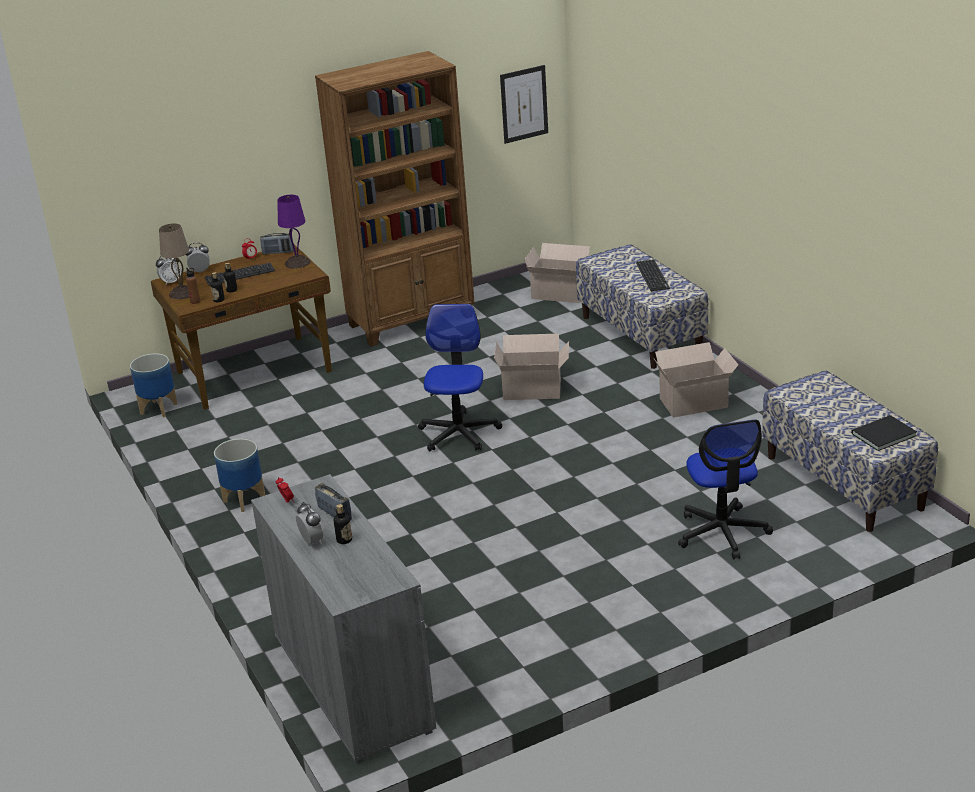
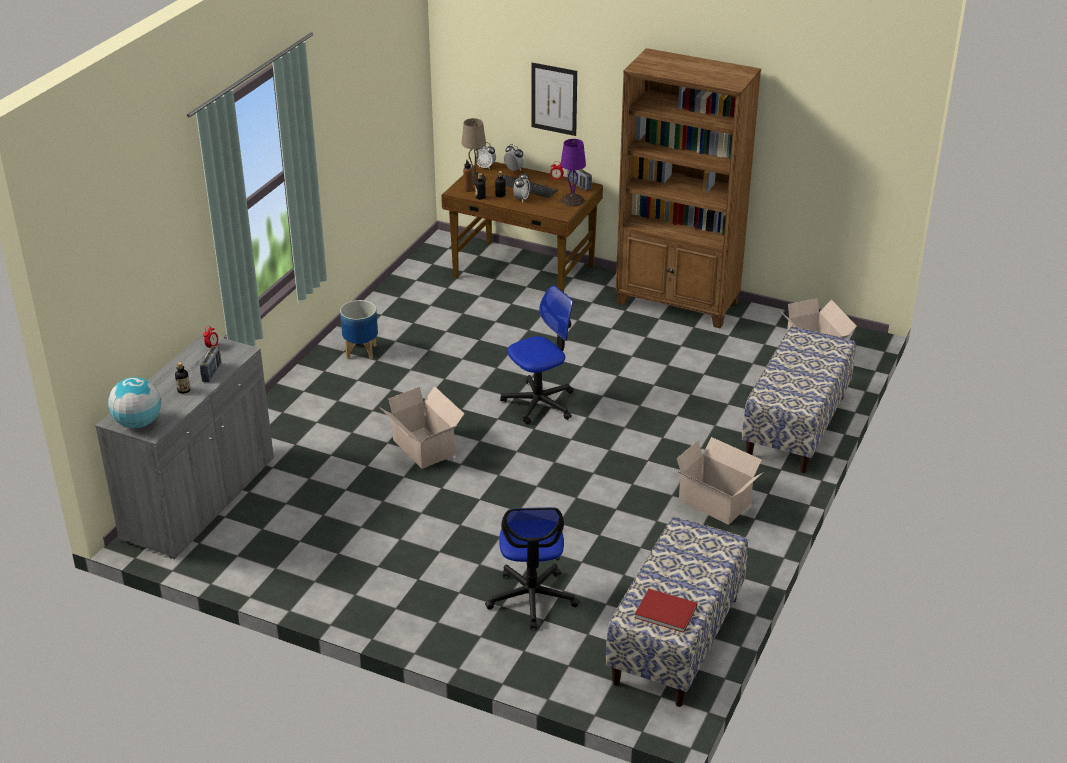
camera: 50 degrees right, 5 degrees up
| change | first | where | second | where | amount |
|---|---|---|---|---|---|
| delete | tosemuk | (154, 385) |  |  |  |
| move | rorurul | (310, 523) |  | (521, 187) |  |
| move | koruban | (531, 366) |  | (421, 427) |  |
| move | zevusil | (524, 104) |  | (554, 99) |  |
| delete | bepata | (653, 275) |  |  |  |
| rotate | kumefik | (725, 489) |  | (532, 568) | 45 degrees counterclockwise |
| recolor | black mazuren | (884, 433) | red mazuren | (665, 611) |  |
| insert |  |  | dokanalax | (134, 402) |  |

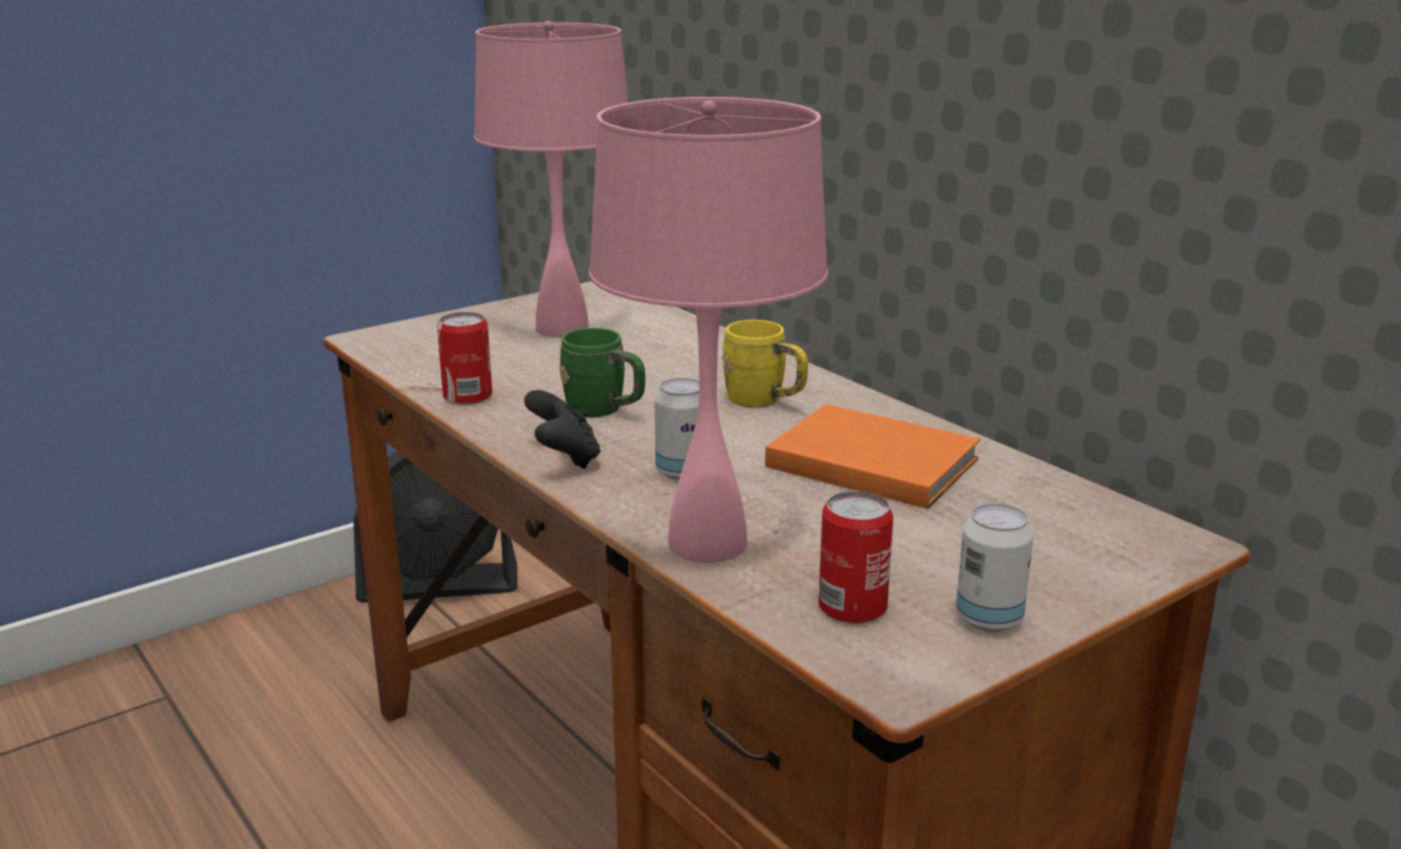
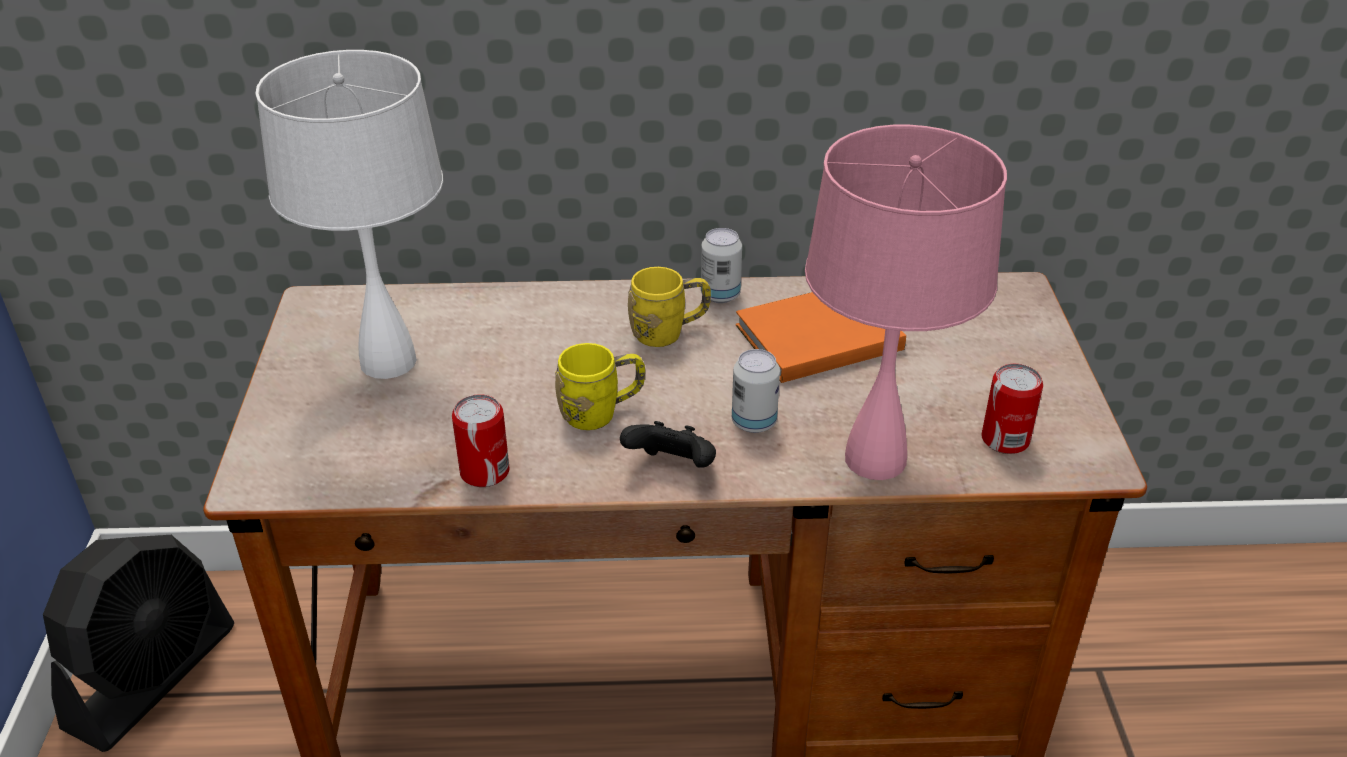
camera: 55 degrees left, 15 degrees up
| change | first | where | second | where | amount |
|---|---|---|---|---|---|
| recolor | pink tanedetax | (551, 179) | white tanedetax | (349, 214) |  |
| recolor | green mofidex | (602, 372) | yellow mofidex | (600, 386) |  |
| move | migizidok | (994, 567) |  | (721, 265) |  |

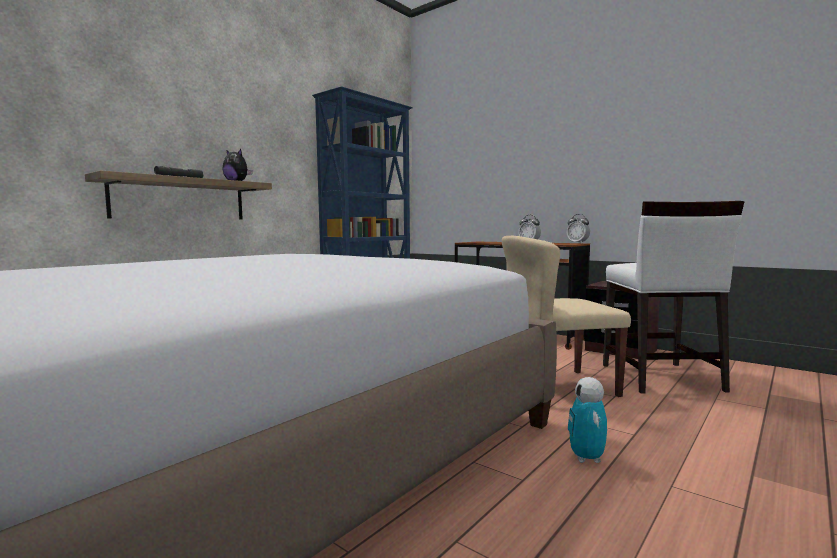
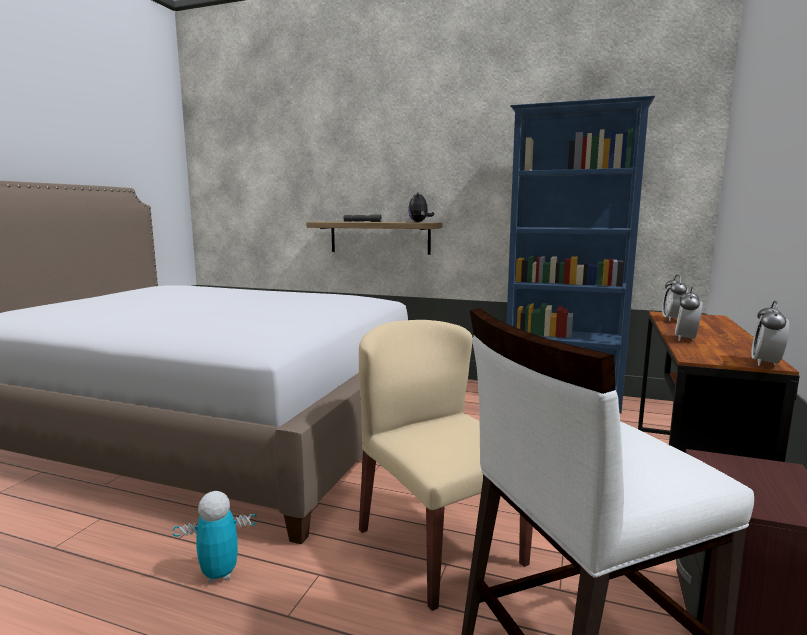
camera: 70 degrees right, 5 degrees up
| change | first | where | second | where | amount |
|---|---|---|---|---|---|
| insert |  |  | rorurul | (675, 298) |  |

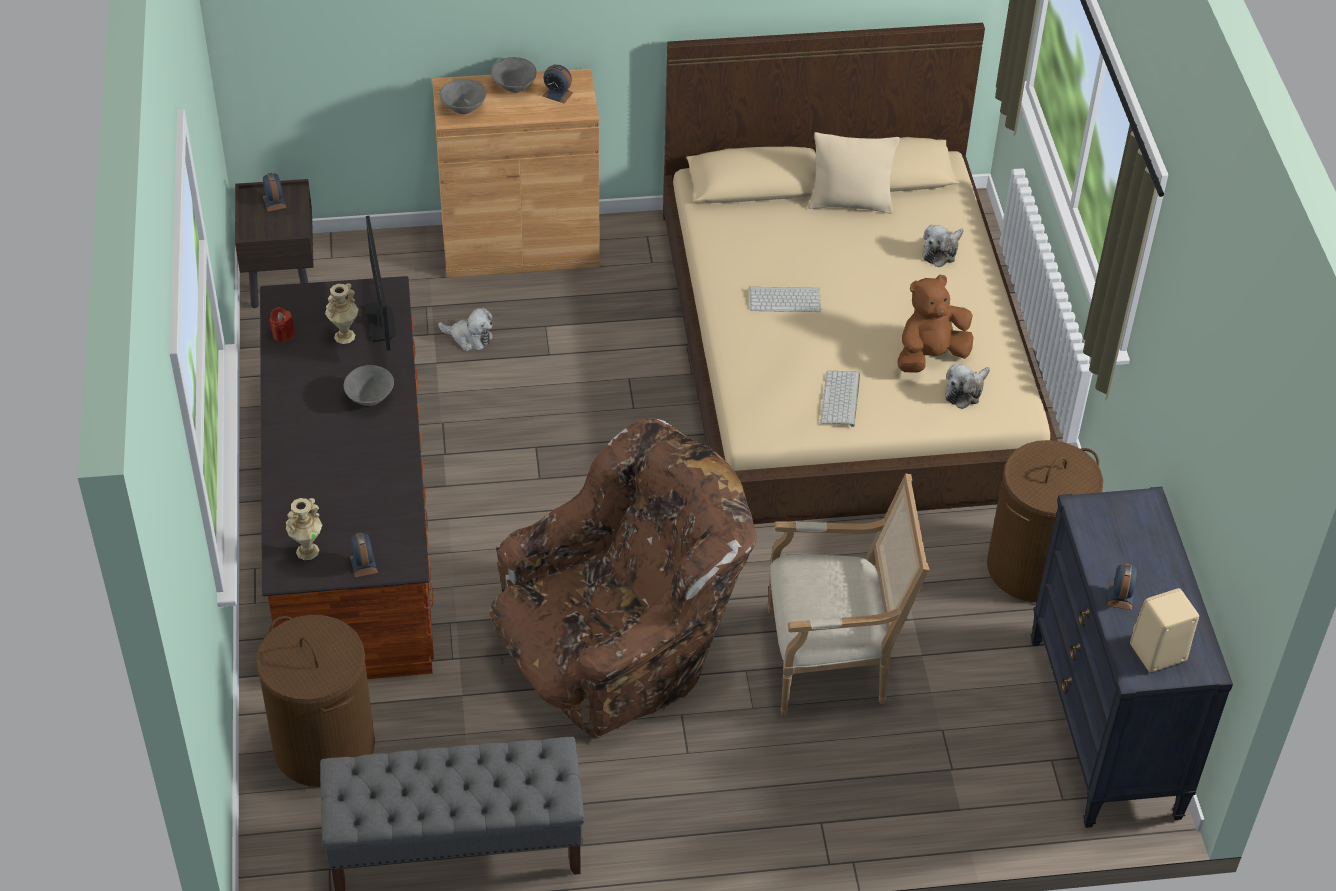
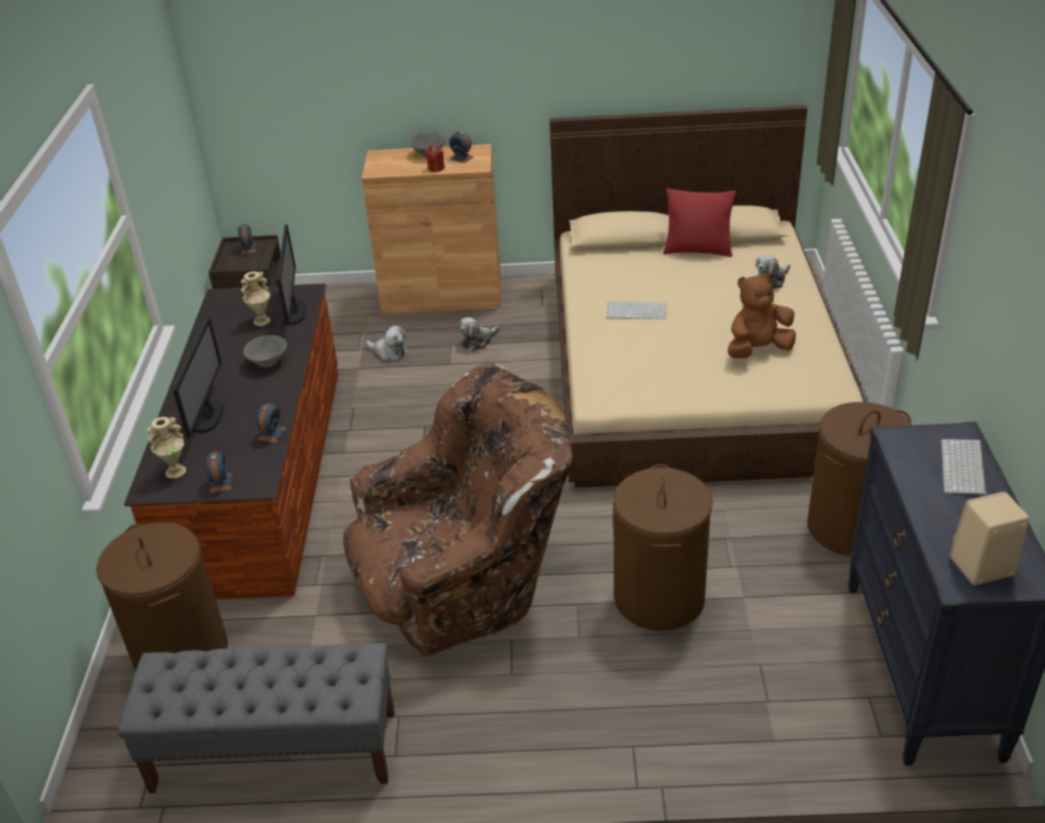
camera: 10 degrees right, 10 degrees down
| change | first | where | second | where | amount |
|---|---|---|---|---|---|
| move | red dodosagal | (282, 324) |  | (435, 158) |  |
| delete | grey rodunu | (463, 96) |  |  |  |
| replace | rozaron | (848, 594) | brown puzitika | (663, 547) |  |
| recolor | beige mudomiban | (854, 173) | red mudomiban | (699, 222) |  |
| move | bepata | (840, 399) |  | (964, 468) |  |
| move | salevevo | (967, 386) |  | (480, 334) |  |
| move | rorurul | (1122, 587) |  | (271, 423) |  |
| insert |  |  | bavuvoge | (198, 377) |  |

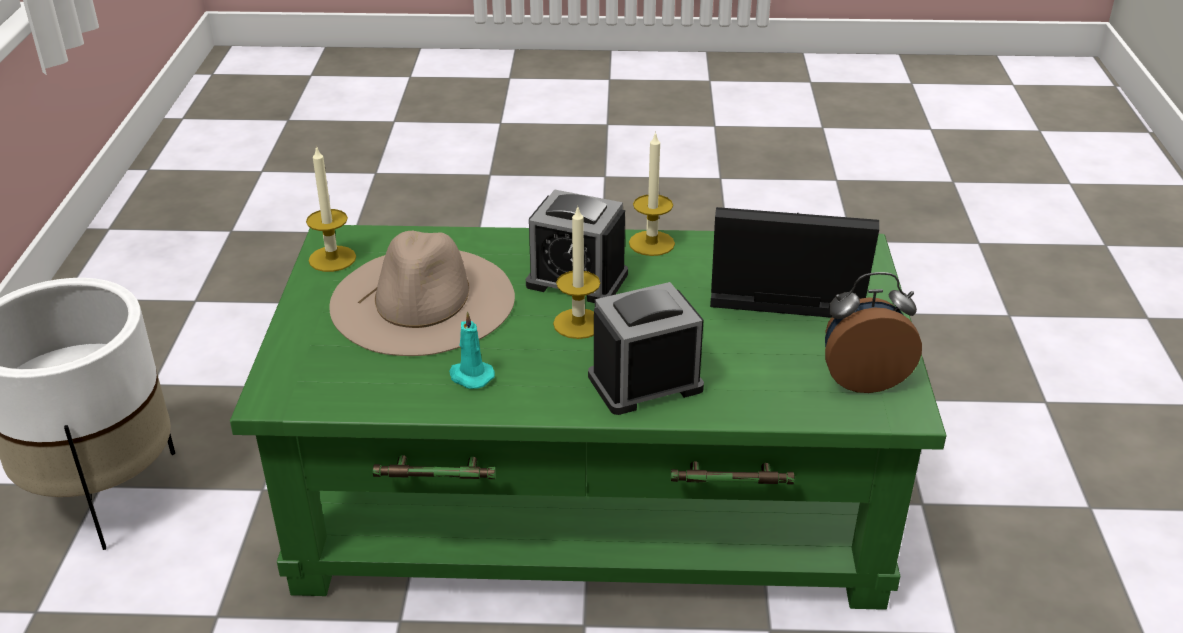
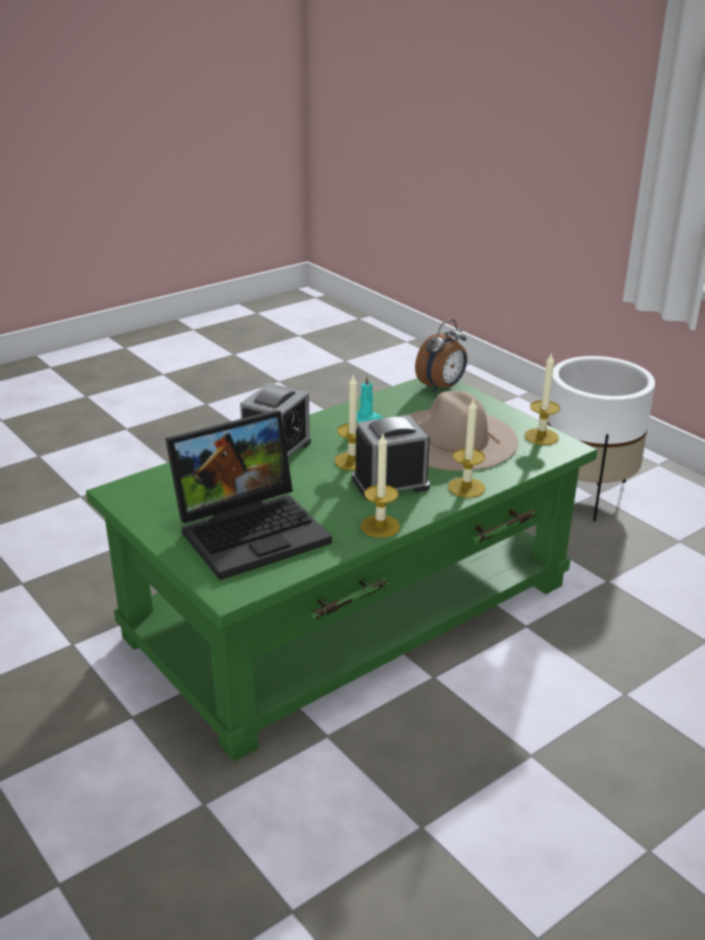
camera: 140 degrees right, 5 degrees down
| change | first | where | second | where | amount |
|---|---|---|---|---|---|
| move | rorurul | (873, 332) |  | (441, 356) |  |
| insert |  |  | dodosagal | (466, 448) |  |

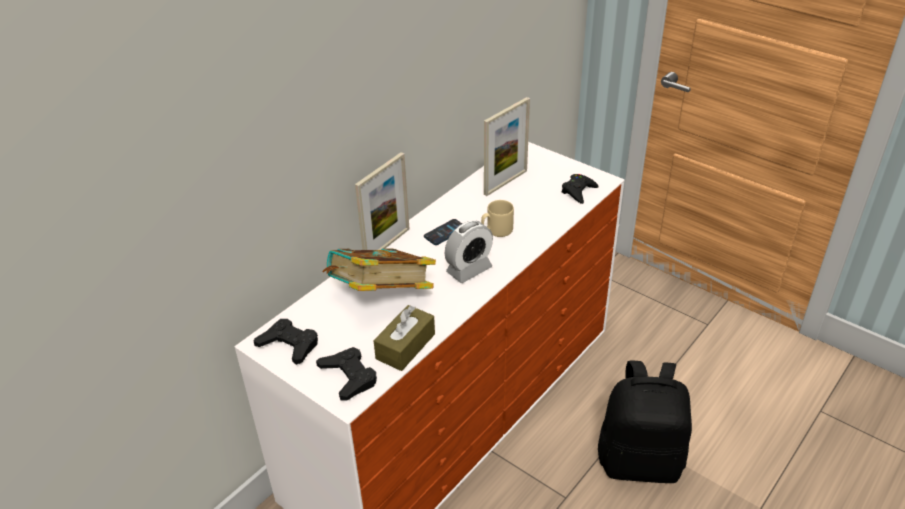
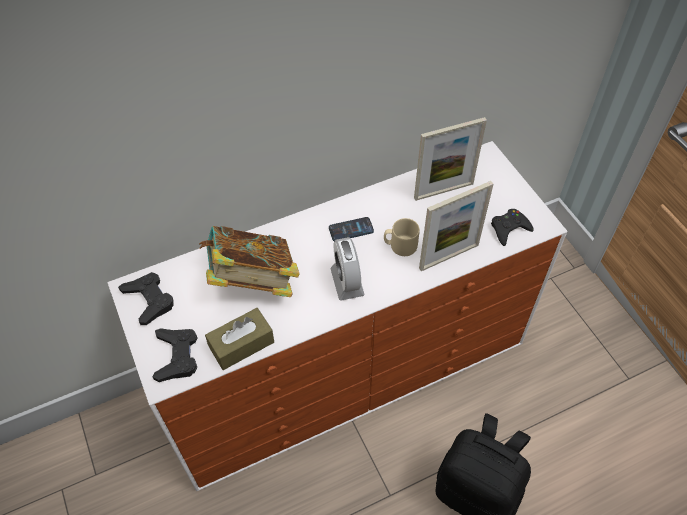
camera: 25 degrees right, 15 degrees up
| change | first | where | second | where | amount |
|---|---|---|---|---|---|
| move | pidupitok | (382, 201) |  | (456, 226) |  |
| rotate | rorurul | (469, 251) |  | (347, 269) | 90 degrees clockwise |

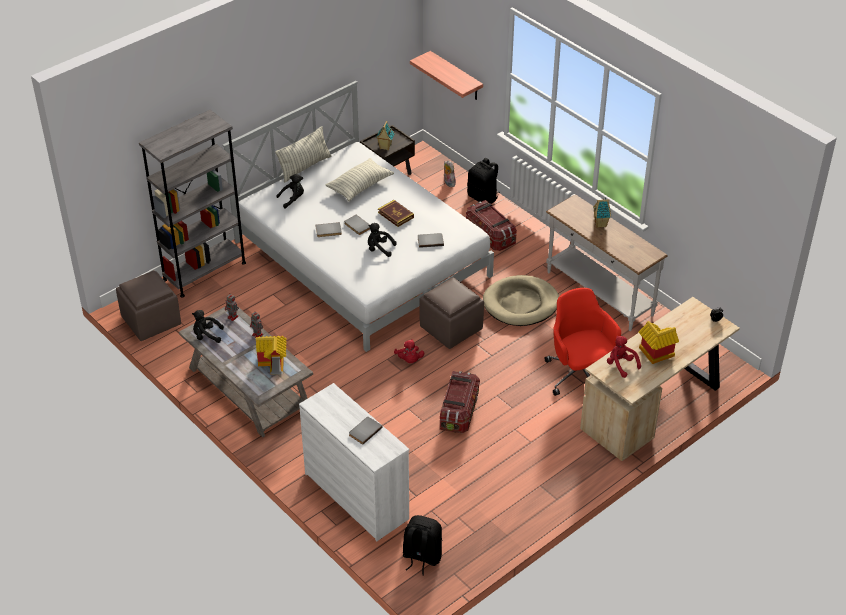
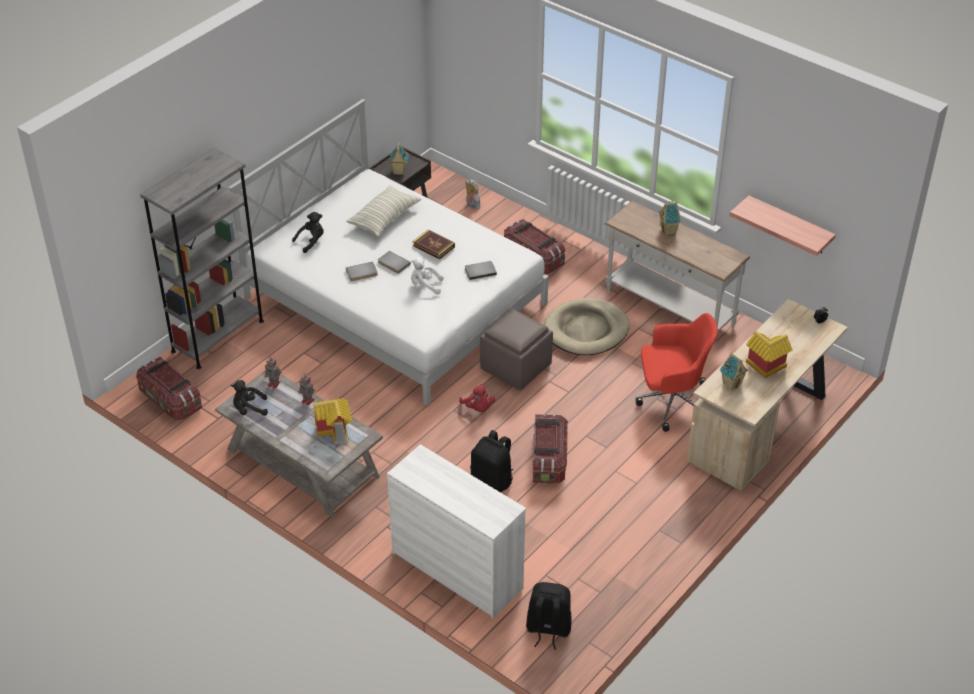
camera: 10 degrees left, 0 degrees up
| change | first | where | second | where | amount |
|---|---|---|---|---|---|
| replace | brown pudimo | (148, 305) | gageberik | (169, 388) |  |
| delete | mudomiban | (303, 154) |  |  |  |
| delete | grey mazuren | (366, 431) |  |  |  |
| recolor | black salevevo | (382, 240) | white salevevo | (427, 276) |  |
| move | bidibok | (446, 75) |  | (783, 225) |  |
| move | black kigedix | (483, 181) |  | (492, 461) |  |
| rotate | red kumefik | (582, 342) |  | (677, 372) | 120 degrees clockwise |
| replace | red salevevo | (624, 357) | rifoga | (734, 372) |  |

